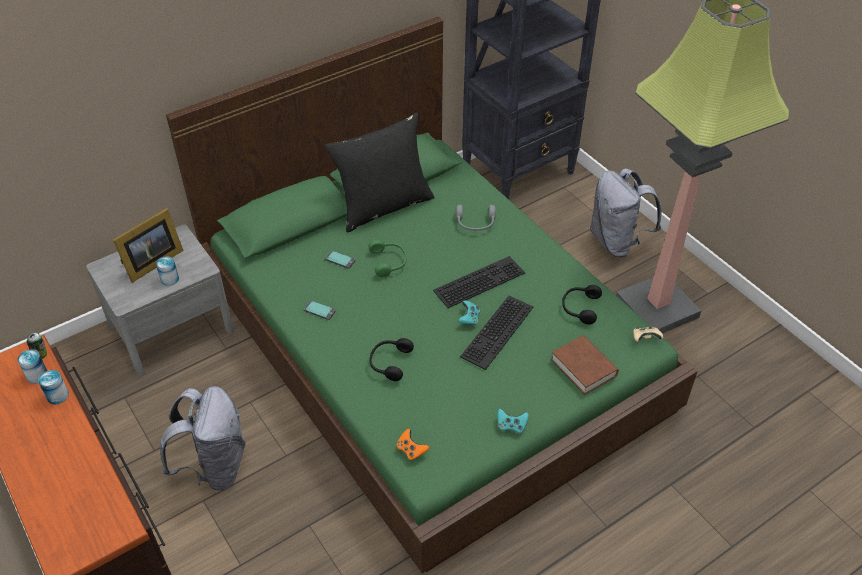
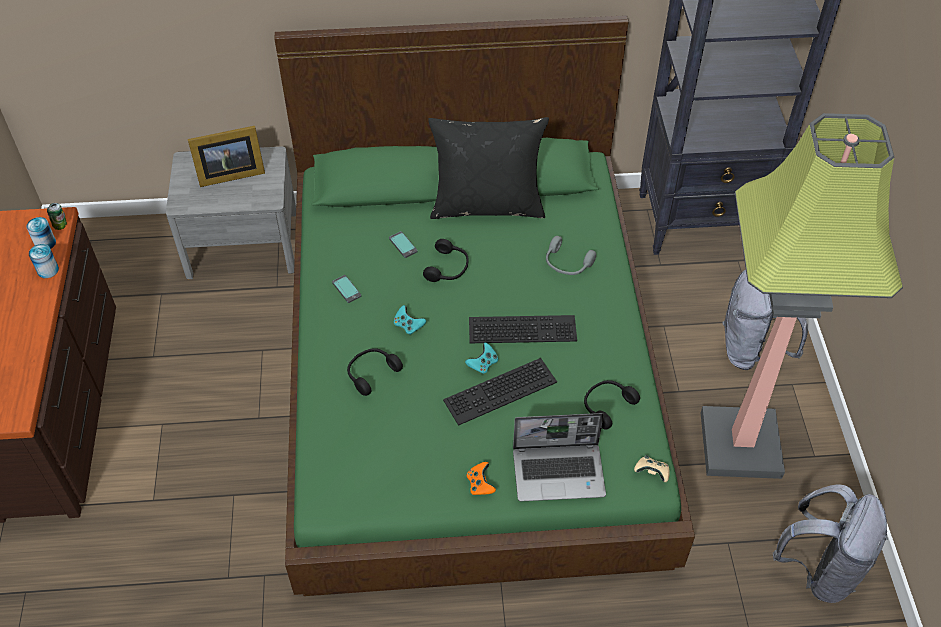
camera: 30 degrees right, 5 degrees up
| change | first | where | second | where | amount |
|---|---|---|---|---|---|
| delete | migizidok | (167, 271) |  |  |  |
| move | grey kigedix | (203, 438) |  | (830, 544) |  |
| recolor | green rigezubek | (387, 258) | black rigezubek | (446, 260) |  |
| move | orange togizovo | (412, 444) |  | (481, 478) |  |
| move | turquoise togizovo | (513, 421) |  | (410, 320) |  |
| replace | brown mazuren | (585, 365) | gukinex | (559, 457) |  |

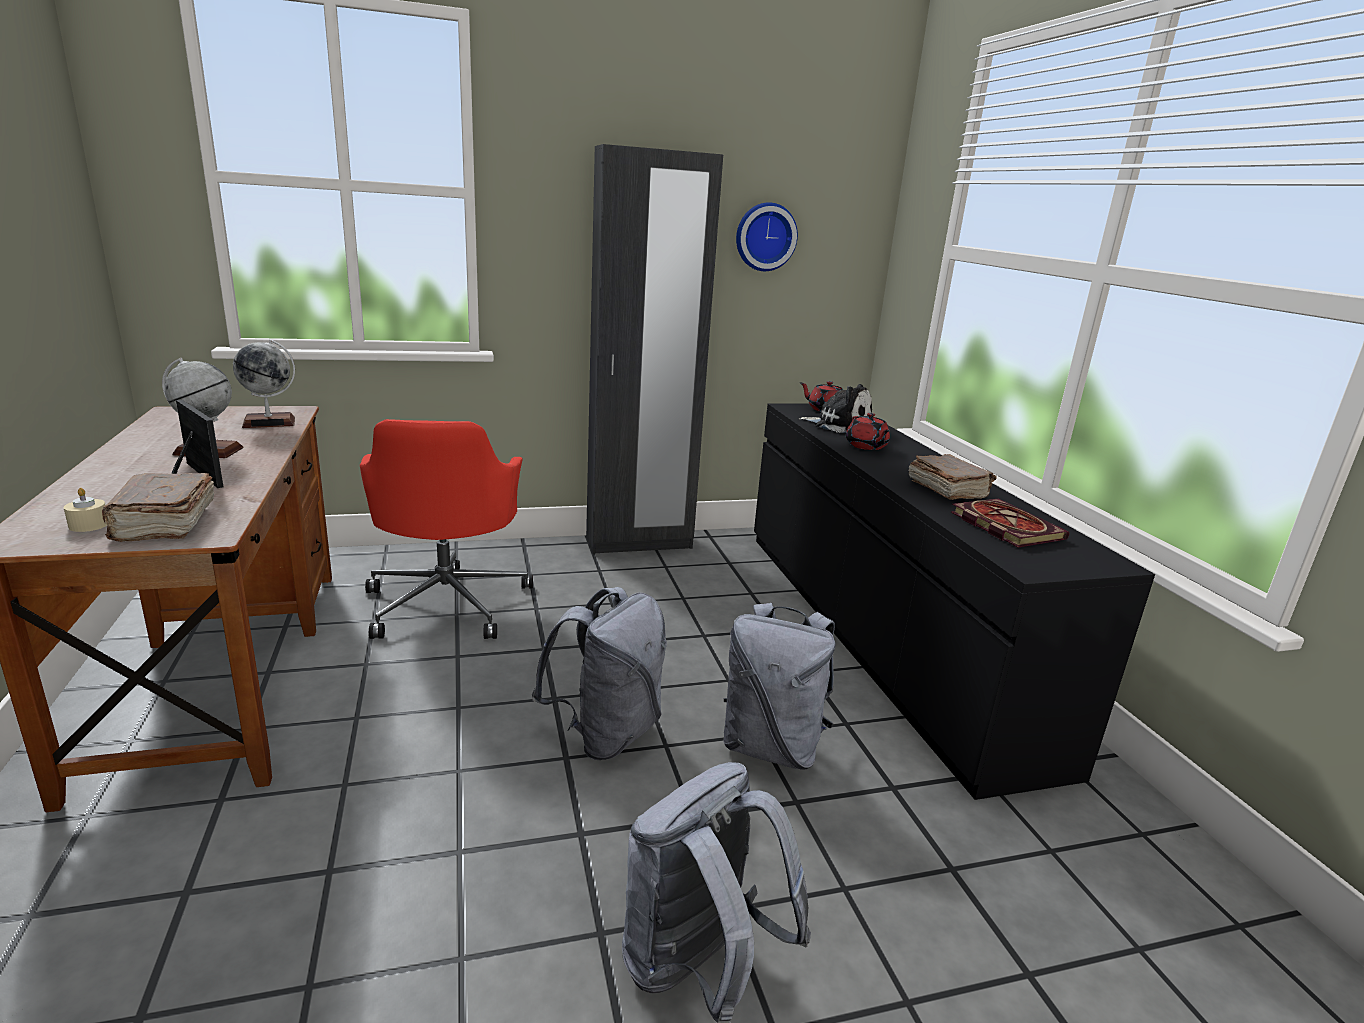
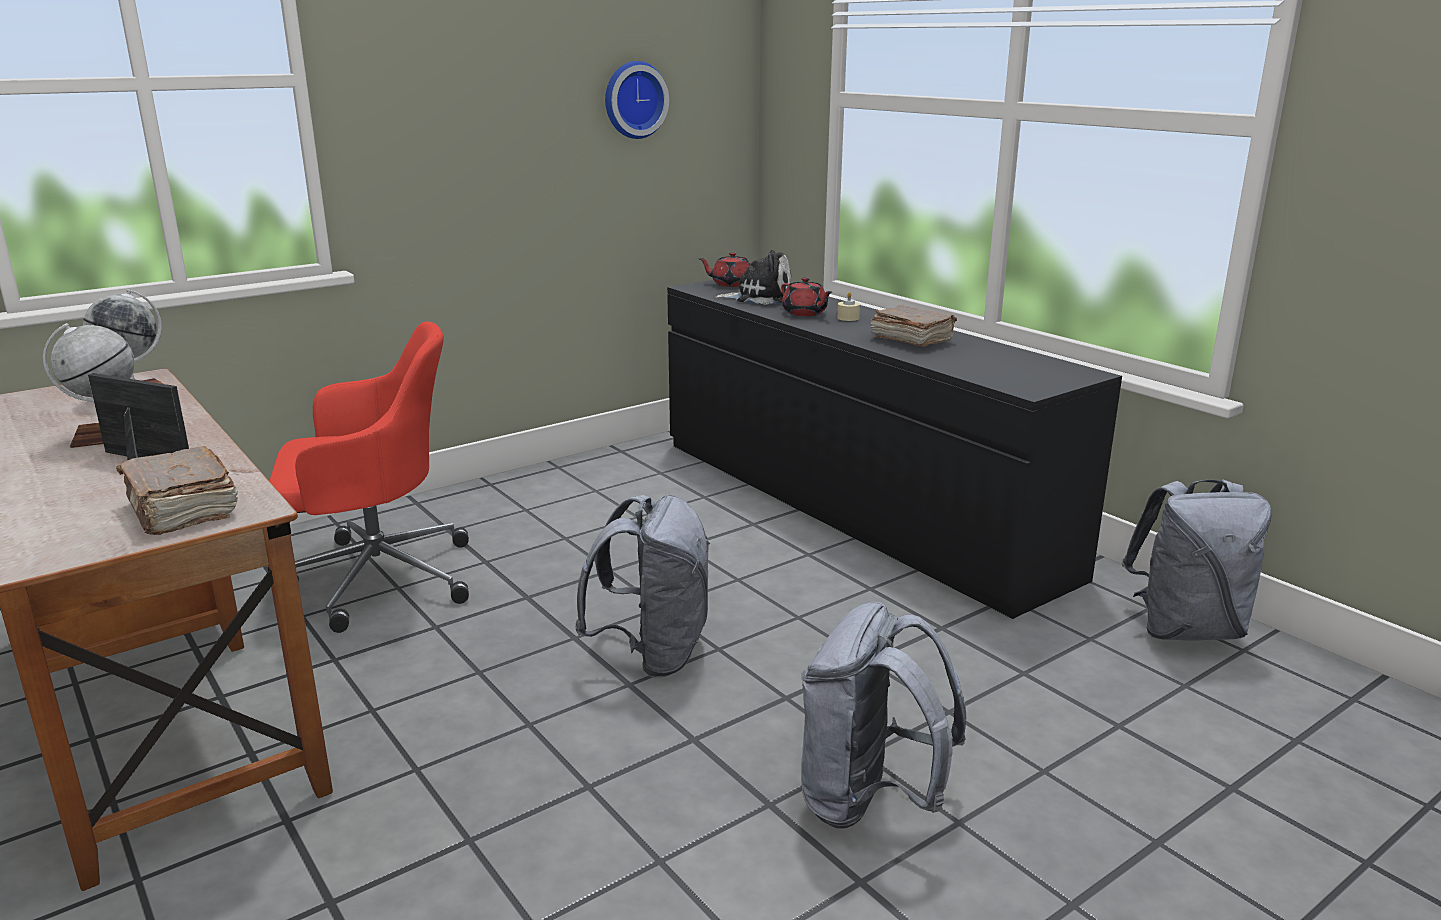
camera: 20 degrees left, 0 degrees up
| change | first | where | second | where | amount |
|---|---|---|---|---|---|
| move | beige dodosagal | (86, 510) |  | (848, 306) |  |
| rotate | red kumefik | (446, 529) |  | (369, 477) | 75 degrees counterclockwise |
| delete | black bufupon | (654, 349) |  |  |  |
| move | grey kigedix | (779, 686) |  | (1196, 560) |  |
| delete | mazuren | (1010, 523) |  |  |  |

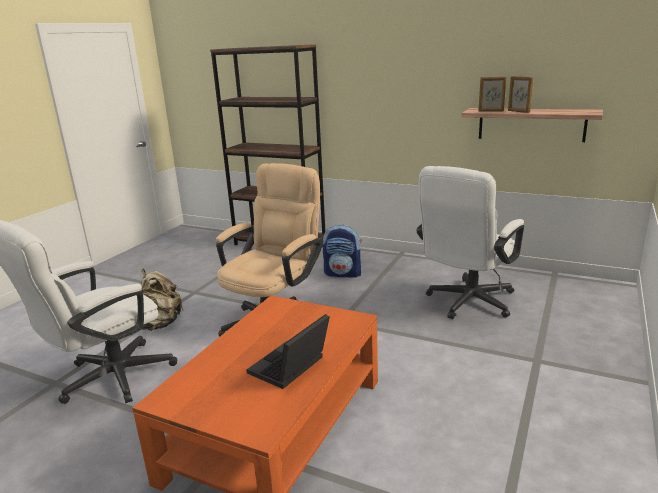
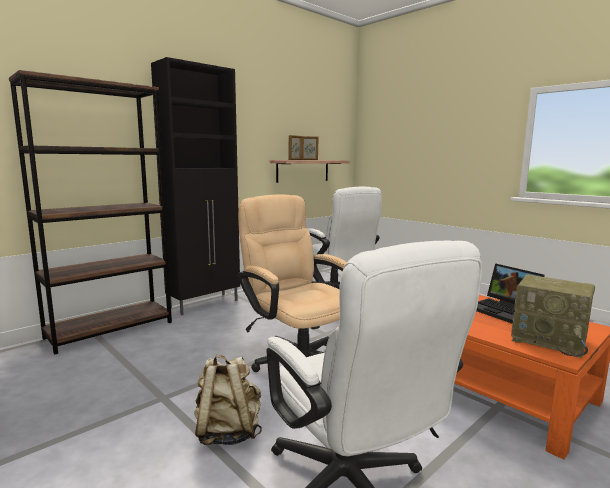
camera: 70 degrees left, 10 degrees down
| change | first | where | second | where | amount |
|---|---|---|---|---|---|
| delete | kigedix | (342, 251) |  |  |  |
| insert |  |  | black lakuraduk | (195, 186) |  |
| insert |  |  | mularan | (553, 316) |  |

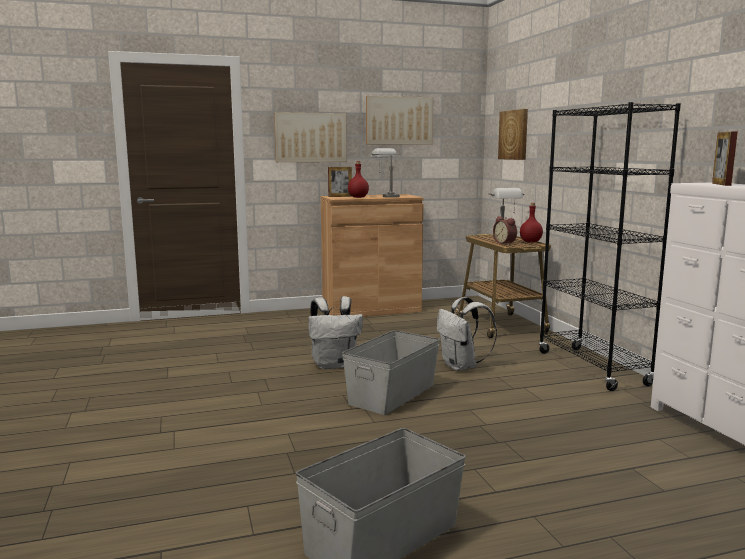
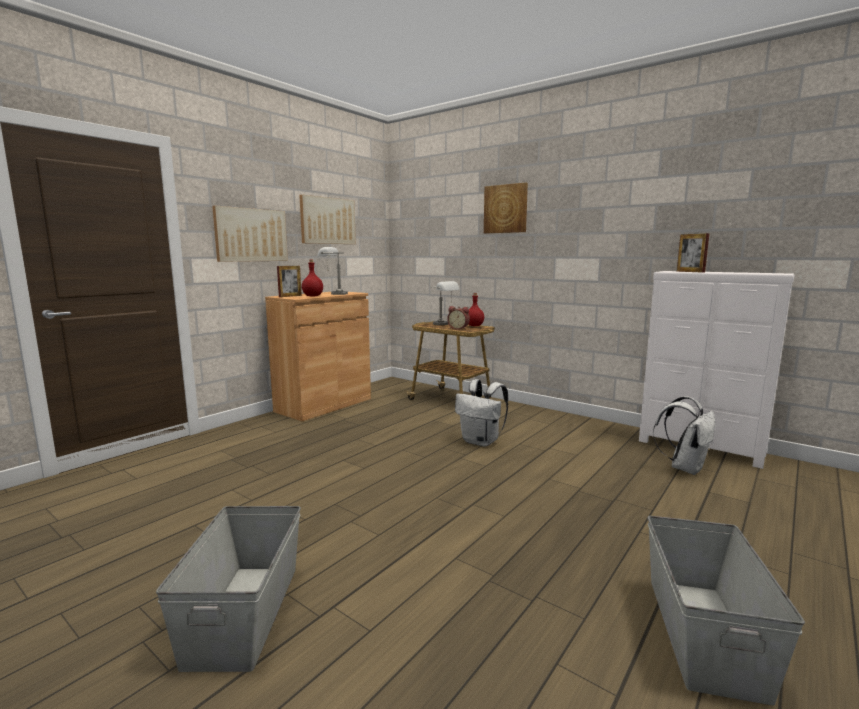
camera: 35 degrees left, 0 degrees up
| change | first | where | second | where | amount |
|---|---|---|---|---|---|
| move | white kigedix | (336, 332) |  | (684, 435) |  |
| move | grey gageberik | (391, 372) |  | (228, 589) |  |
| move | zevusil | (513, 134) |  | (506, 207) |  |
| delete | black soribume | (609, 246) |  |  |  |

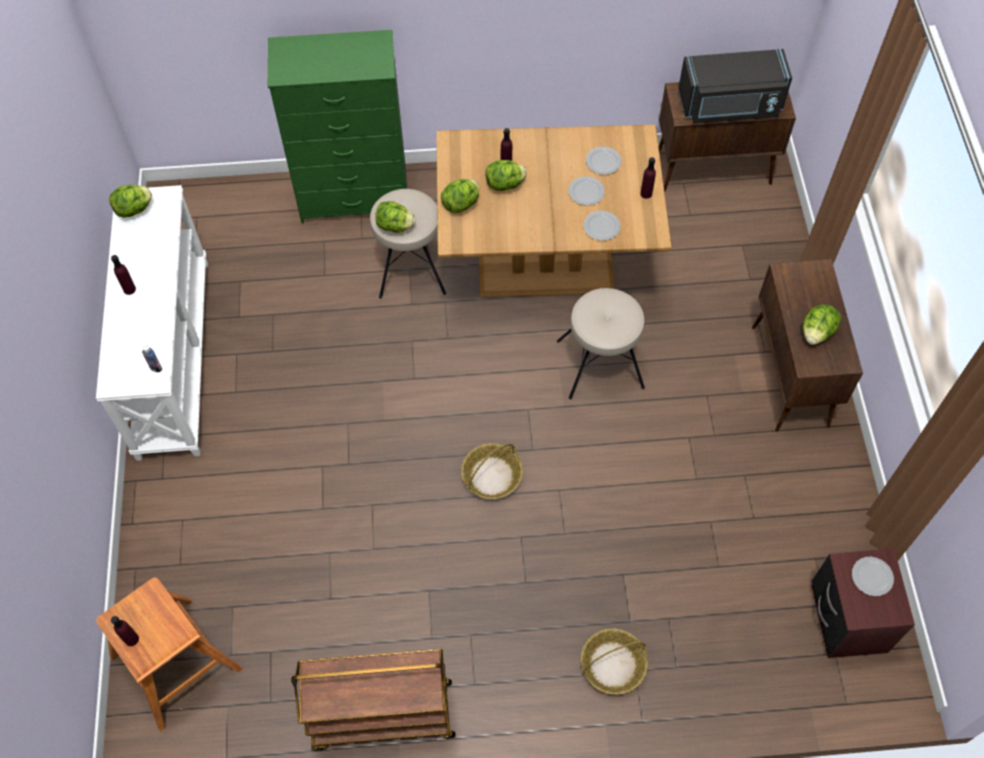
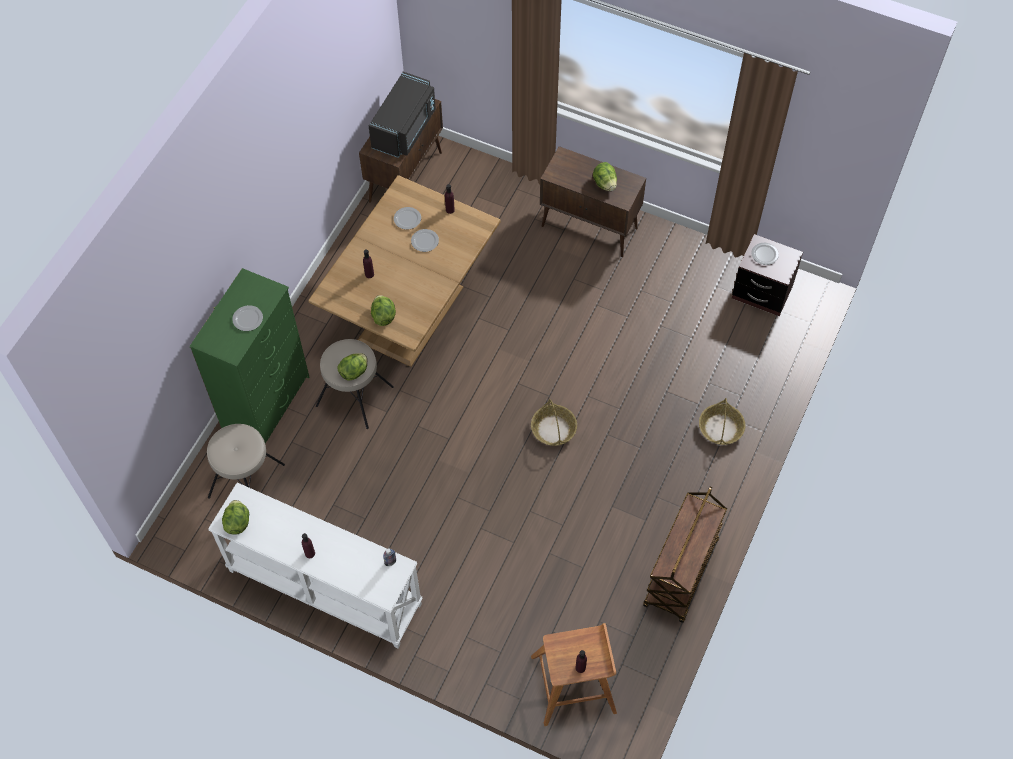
camera: 60 degrees left, 0 degrees up
| change | first | where | second | where | amount |
|---|---|---|---|---|---|
| delete | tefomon | (506, 175) |  |  |  |
| move | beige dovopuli | (601, 343) |  | (246, 461) |  |
| move | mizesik | (601, 226) |  | (247, 318) |  |

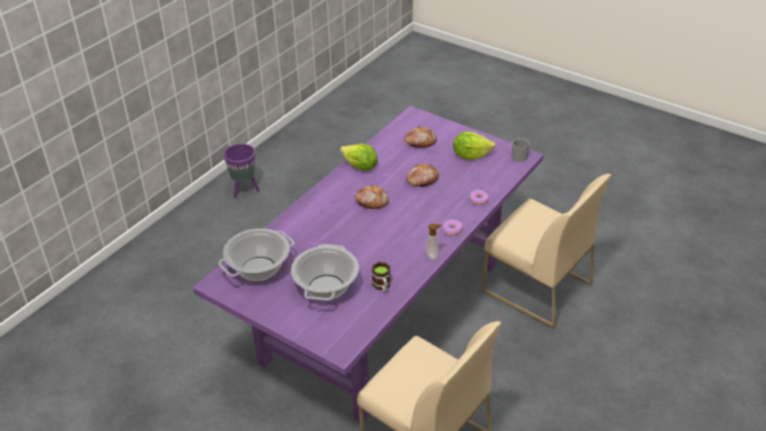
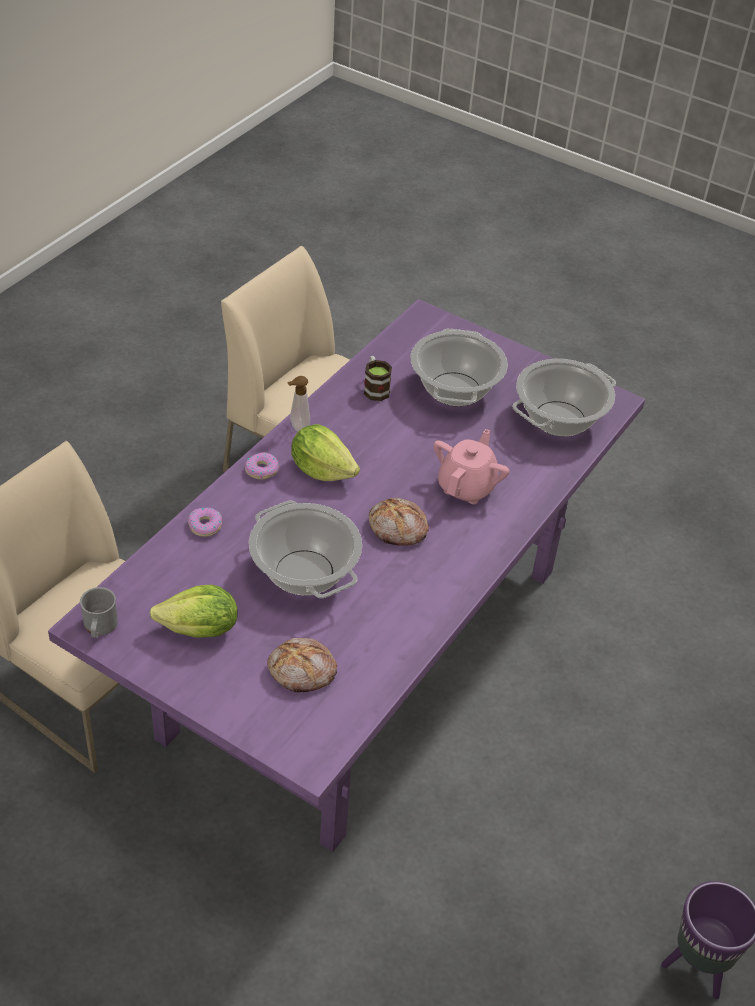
camera: 175 degrees right, 5 degrees up
| change | first | where | second | where | amount |
|---|---|---|---|---|---|
| move | tefomon | (359, 157) |  | (325, 452) |  |
| replace | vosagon | (422, 175) | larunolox | (305, 549) |  |
| insert |  |  | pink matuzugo | (471, 466) |  |

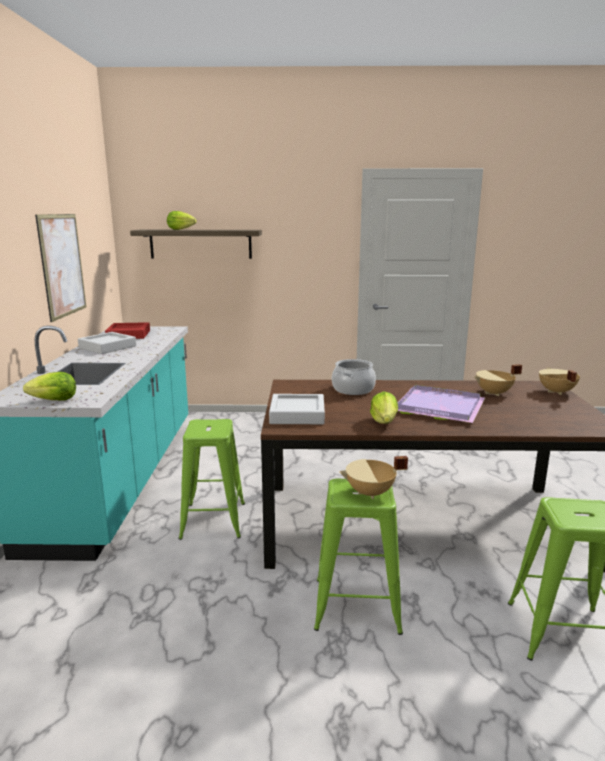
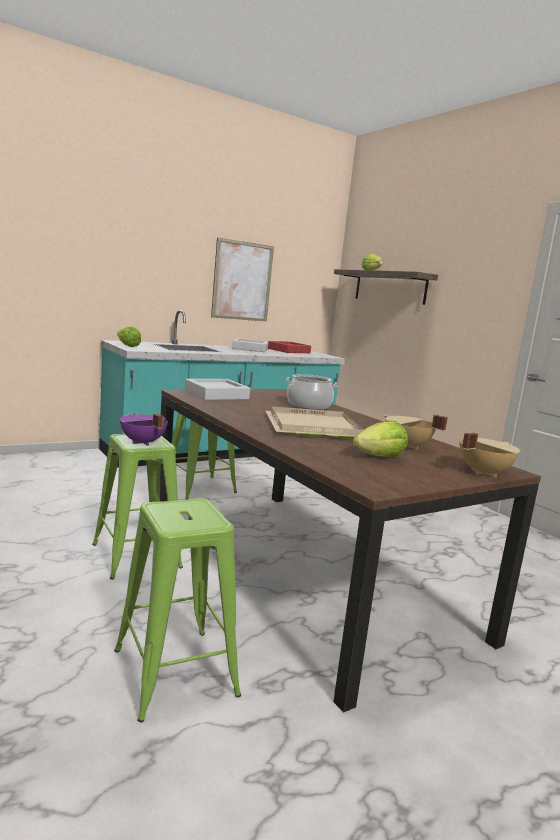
camera: 55 degrees right, 5 degrees down
| change | first | where | second | where | amount |
|---|---|---|---|---|---|
| recolor | beige larunolox | (374, 477) | purple larunolox | (144, 429) |  |
| move | tefomon | (384, 407) |  | (380, 439) |  |
| recolor | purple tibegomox | (441, 404) | beige tibegomox | (315, 423) |  |

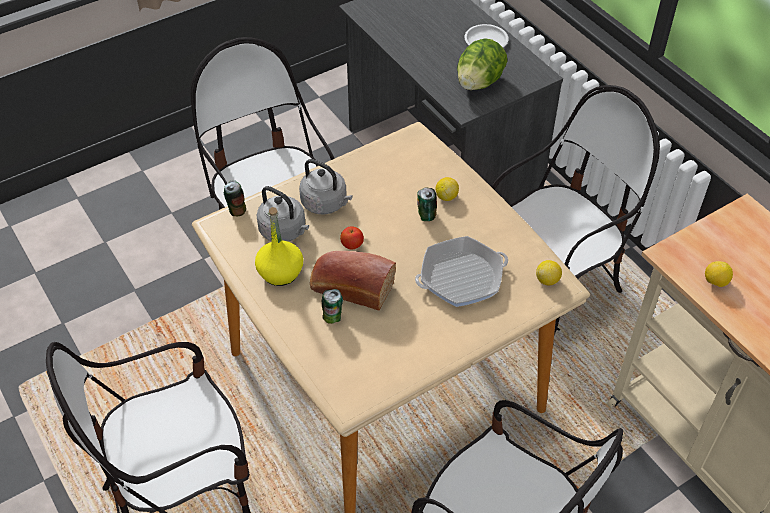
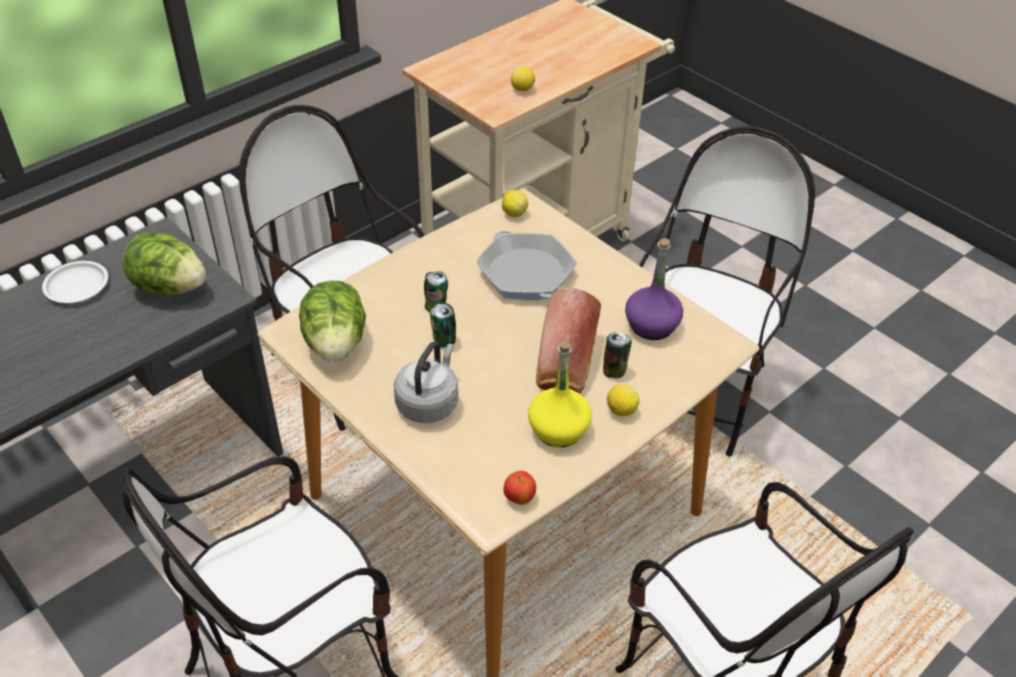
camera: 100 degrees left, 5 degrees down
| change | first | where | second | where | amount |
|---|---|---|---|---|---|
| move | migizidok | (235, 198) |  | (443, 325) |  |
| delete | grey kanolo | (282, 214) |  |  |  |
| move | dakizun | (352, 238) |  | (519, 488) |  |
| move | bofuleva | (447, 189) |  | (623, 400) |  |
| insert |  |  | tefomon | (332, 321) |  |
| insert |  |  | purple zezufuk | (654, 289) |  |

